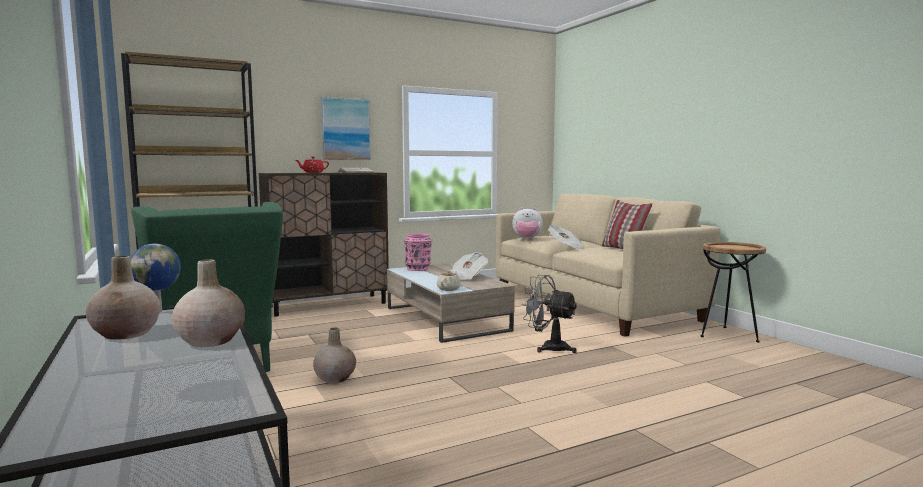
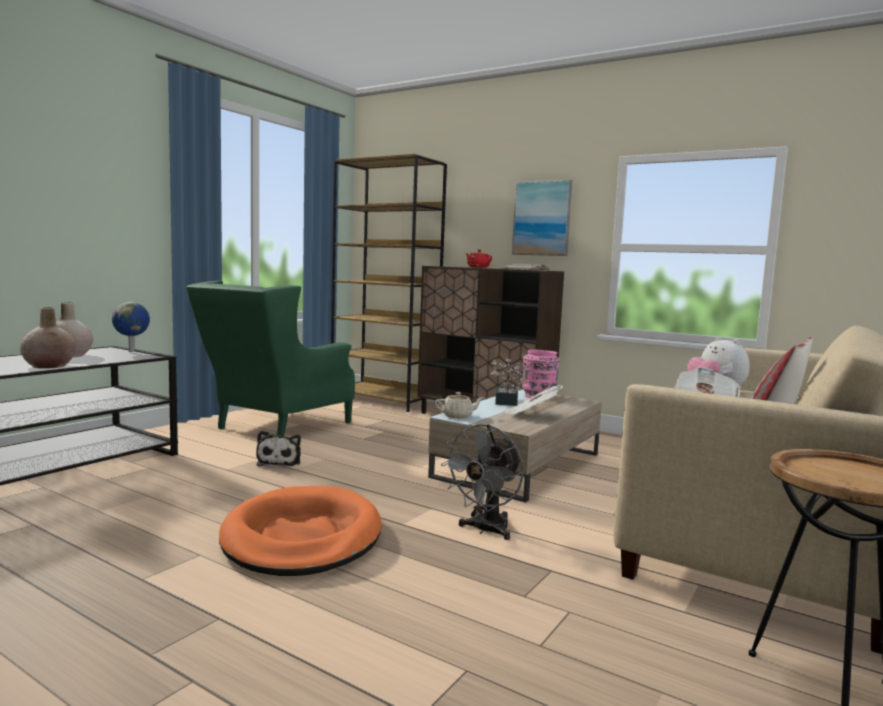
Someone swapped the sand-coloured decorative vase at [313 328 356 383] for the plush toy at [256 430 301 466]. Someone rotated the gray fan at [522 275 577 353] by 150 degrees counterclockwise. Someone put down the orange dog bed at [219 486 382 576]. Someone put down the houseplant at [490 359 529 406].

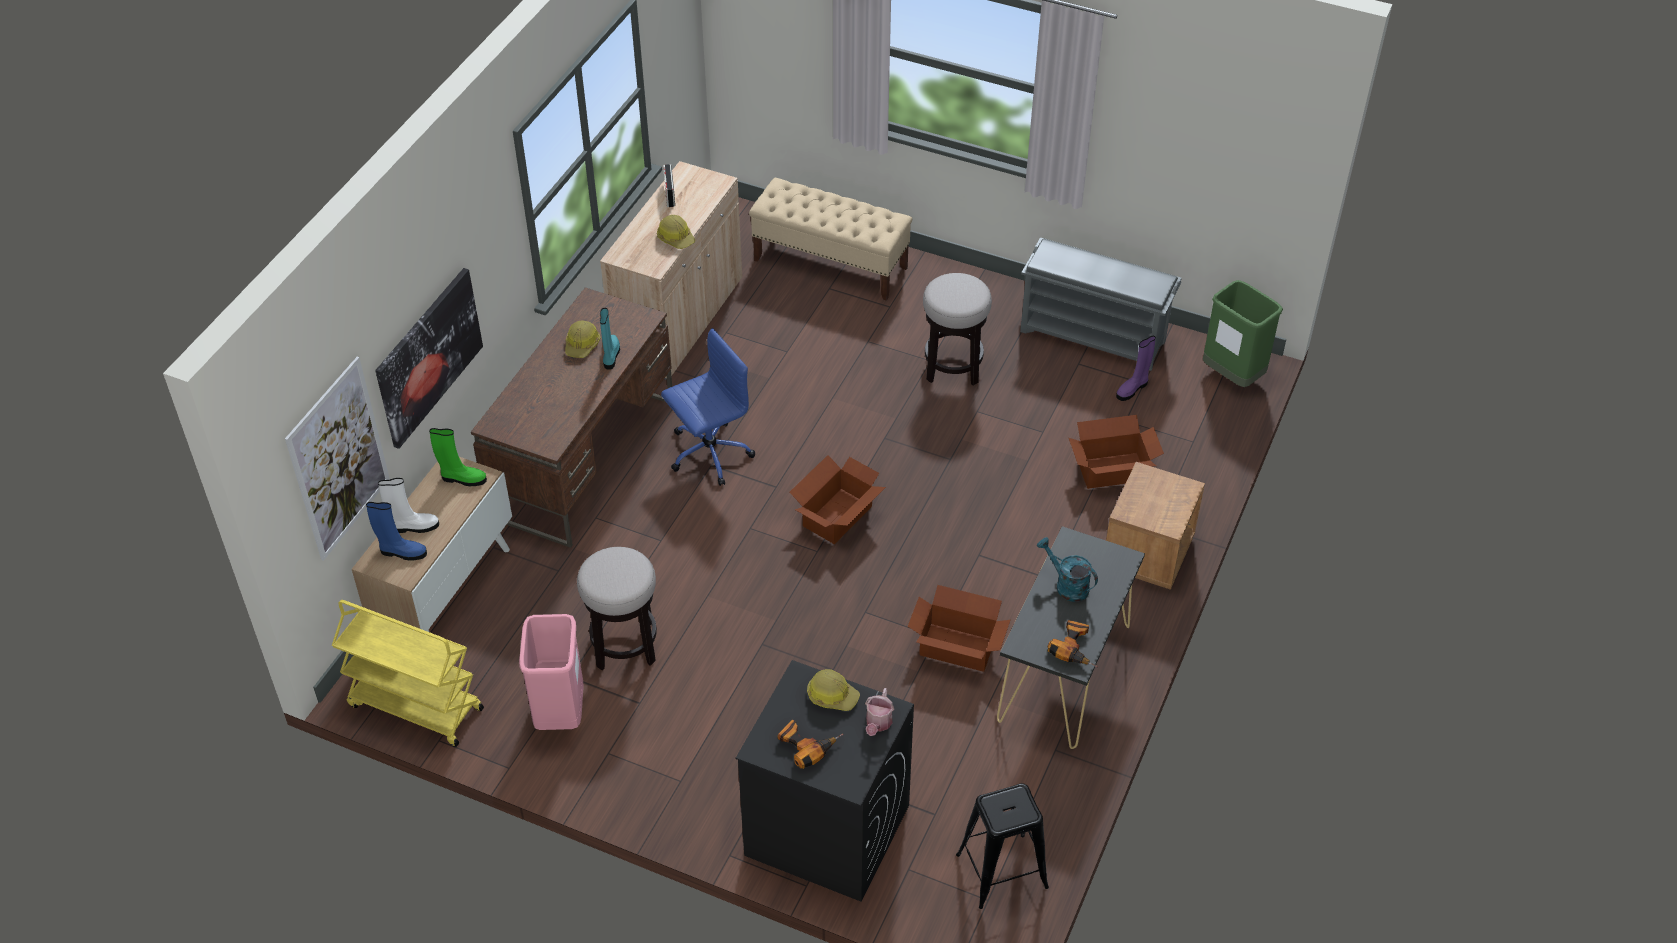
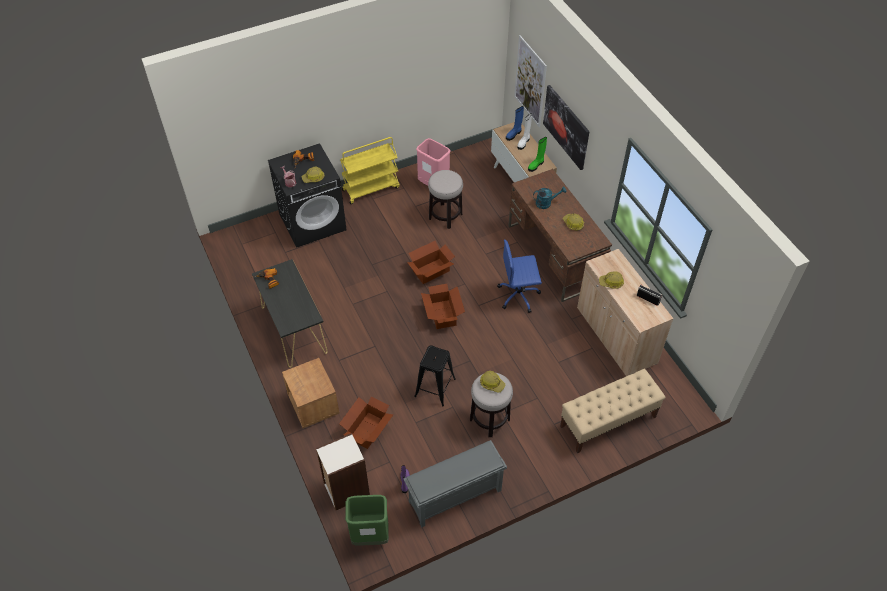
Someone carried the yellow-coloured trolley from [332 600 484 747] to [340 137 400 204]. Someone took away the blue-green high-top boot at [600 308 620 370]. Someone rotated the bluish office chair at [661 328 755 486] by 75 degrees clockwise. Someone carried the cardboard box from [908 585 1010 672] to [407 241 455 284]. Someone carried the black-coloured stool seat from [956 783 1049 909] to [414 345 456 406]. Someone carried the blue-green sprinkling can from [1037 537 1098 602] to [533 187 566 209]. Someone put down the bookcase at [316 433 370 510]. Someone put down the work helmet at [480 371 506 392].

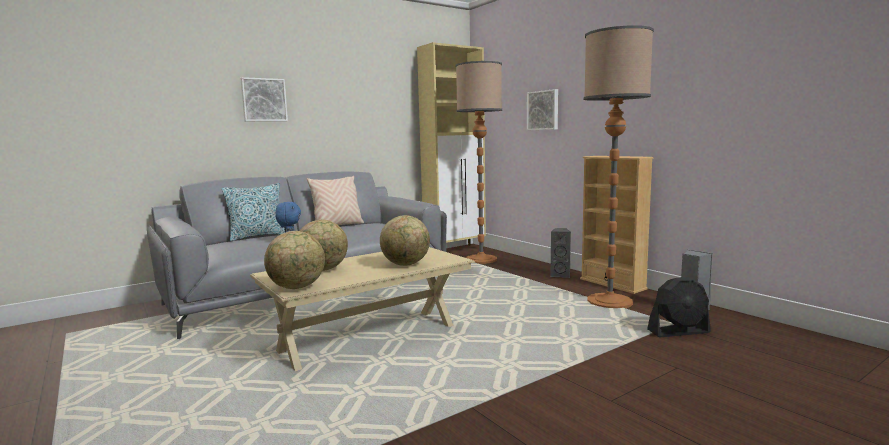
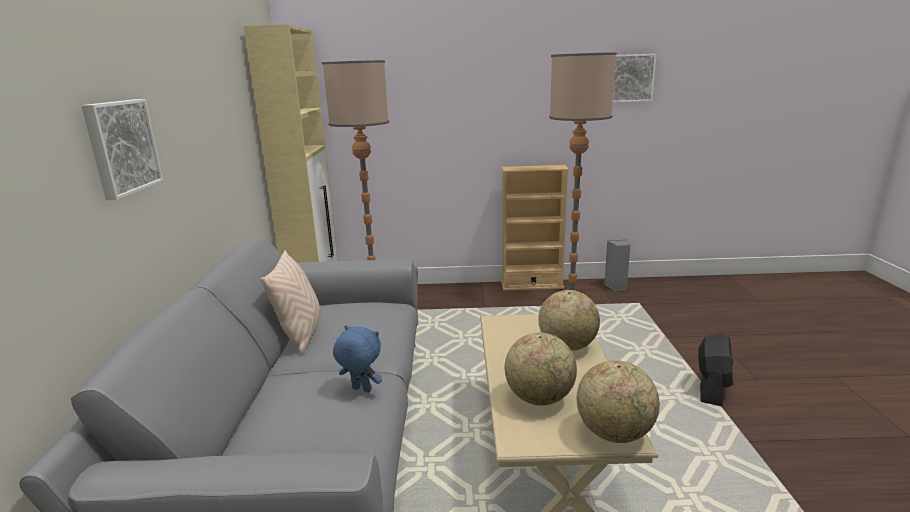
Someone took away the cushion at [222 183 285 241]. Someone carried the wall art from [527 89 558 130] to [612 54 657 103]. Someone took away the gray speaker at [550 228 571 278]. Someone carried the black-coloured fan from [647 277 711 337] to [698 333 733 407].

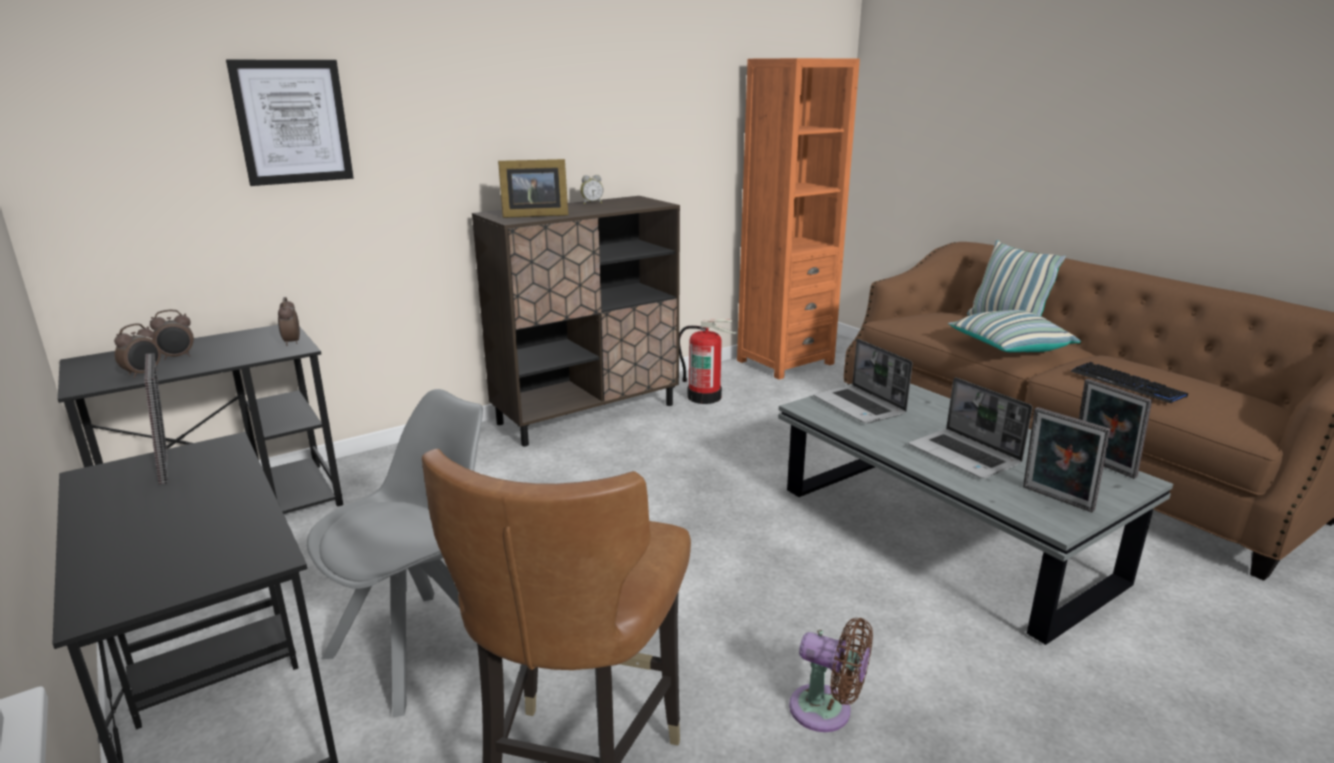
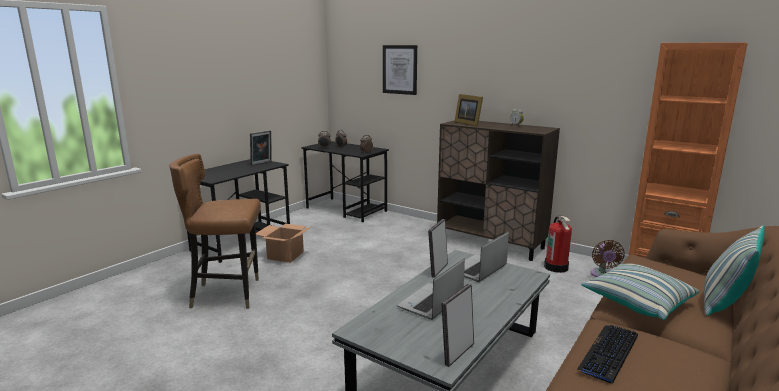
Someone swapped the gray plain chair at [307 389 483 717] for the cardboard box at [256 224 312 263]. Someone carried the brown fan from [789 618 873 732] to [590 240 625 277]. Someone carried the picture frame from [1023 407 1111 512] to [428 219 448 278].

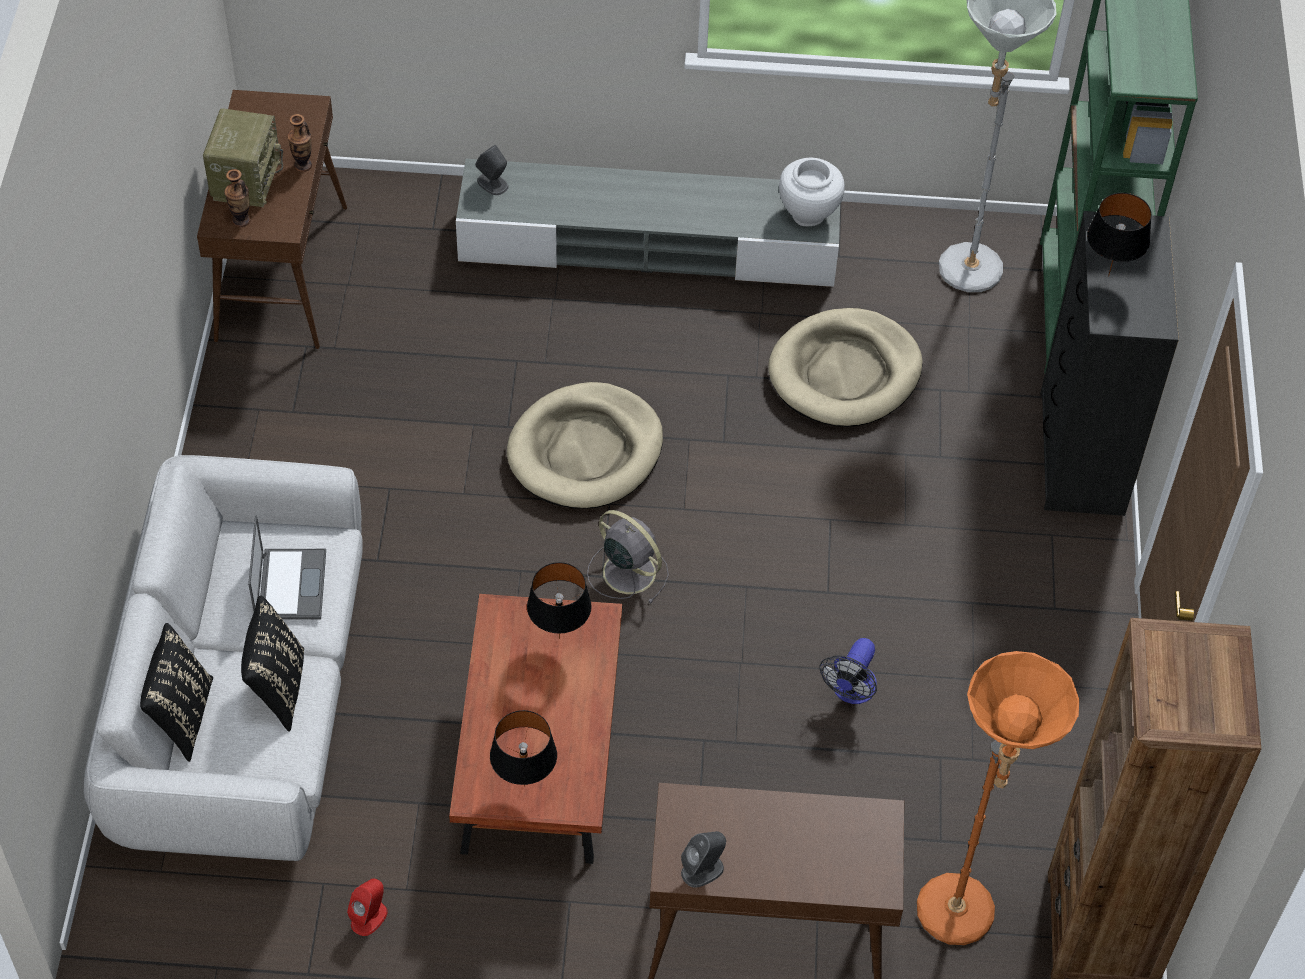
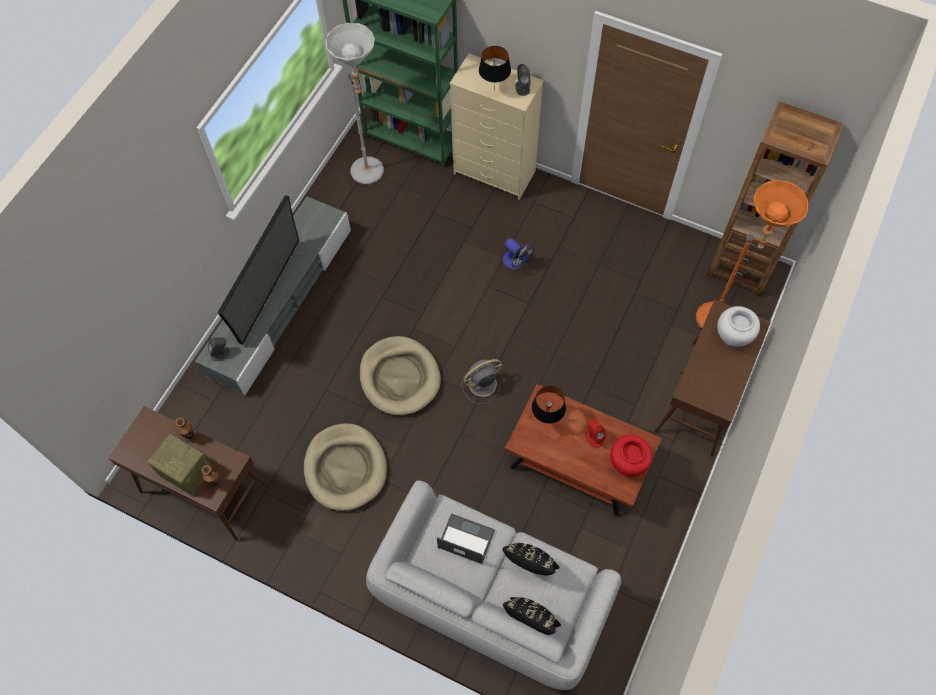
Someone carried the red speaker from [347 879 388 936] to [585 420 606 448]. Someone swapped the black-coloured lamp for a table at [490 710 557 786] for the red decorative vase at [610 435 653 477]. Someone carried the gray speaker from [681 831 726 888] to [515 64 531 96]. Someone carried the sand-coloured dog bed from [768 308 923 427] to [304 423 387 511]. Someone carried the white-coloured decorative vase from [779 158 845 226] to [717 306 760 347]. Someone carried the fan from [819 638 877 704] to [503 238 534 269]. Someone repainted the black-coloured drawer chest at [1040 211 1179 516], which became the sand-coloured drawer chest at [449 53 544 200]. Someone put down the television at [218 195 305 345].

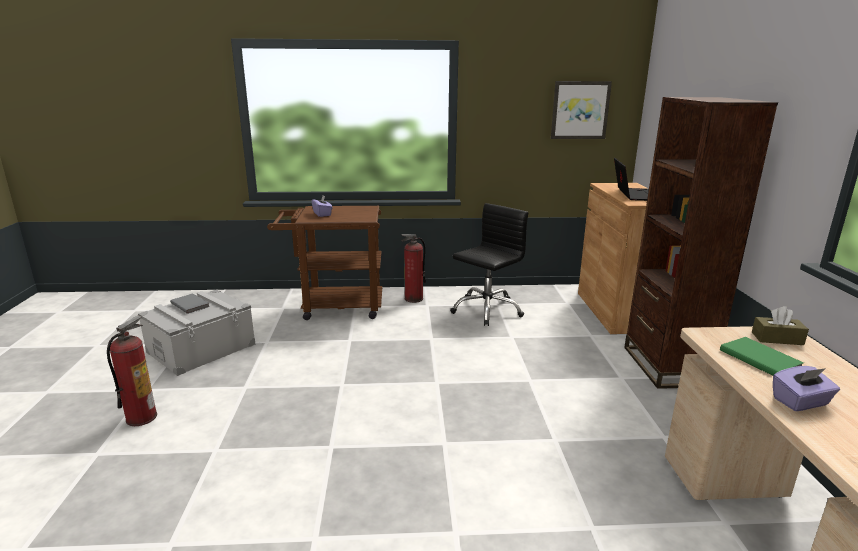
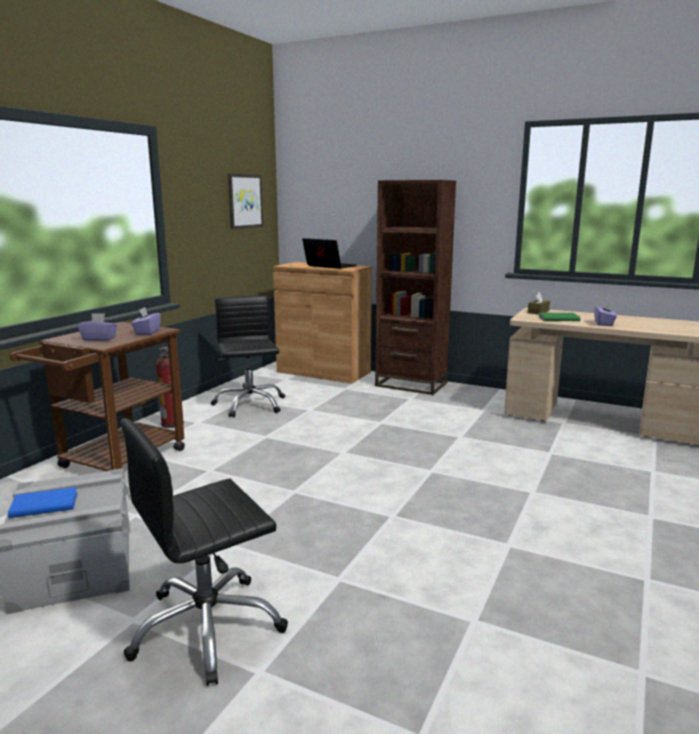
Someone swapped the extinguisher at [107 316 157 426] for the black-coloured office chair at [120 418 288 686]. Someone repainted the gray bound book at [170 294 209 314], which became the bluish bound book at [8 487 78 518]. Someone put down the purple-coloured tissue box at [131 307 161 335].

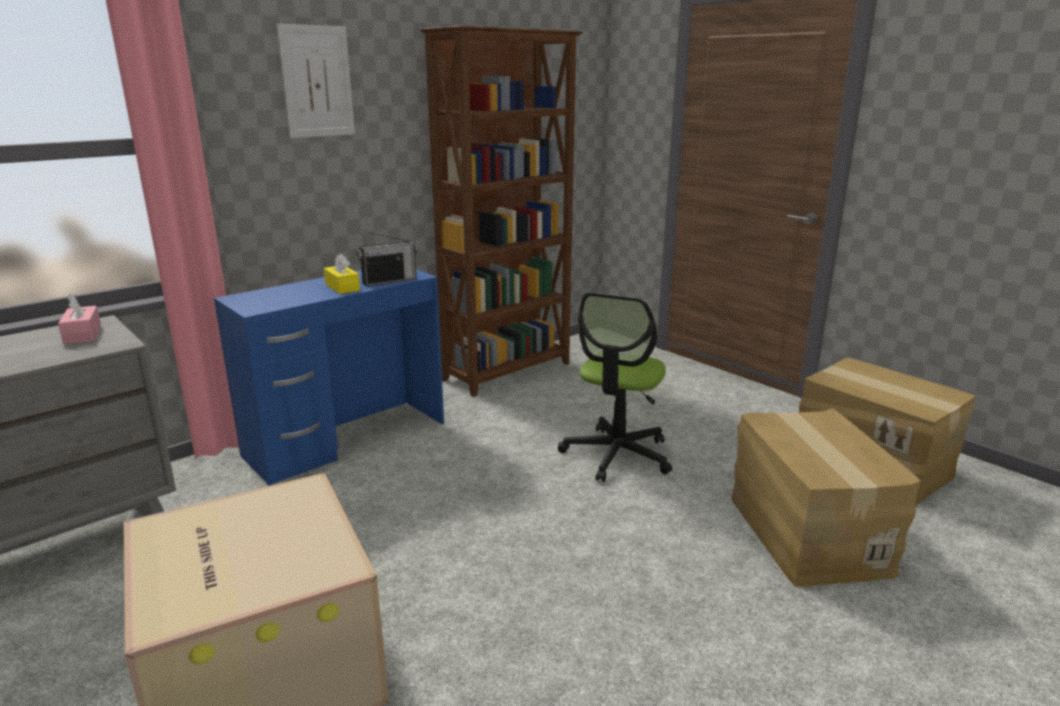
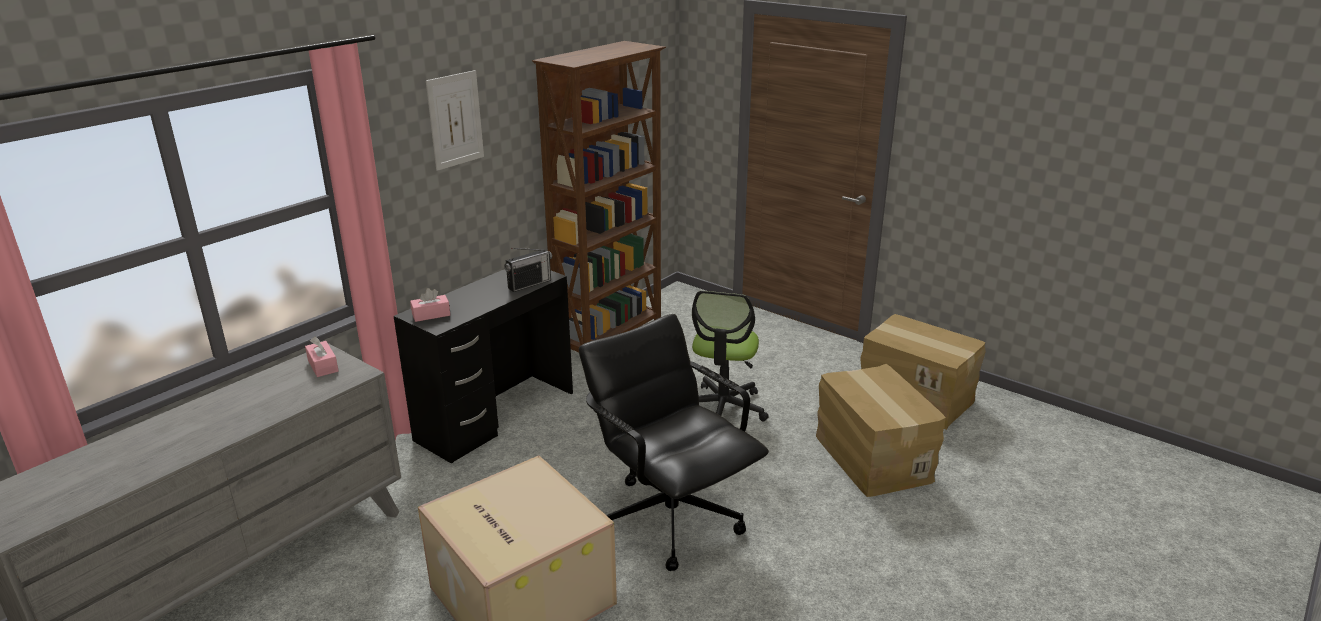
Someone repainted the bluish desk unit at [214 270 444 485], which became the black-coloured desk unit at [394 269 573 464]. Someone took away the yellow-coloured tissue box at [324 254 360 294]. Someone put down the pink tissue box at [410 288 450 322]. Someone put down the black-coloured office chair at [579 314 769 571].

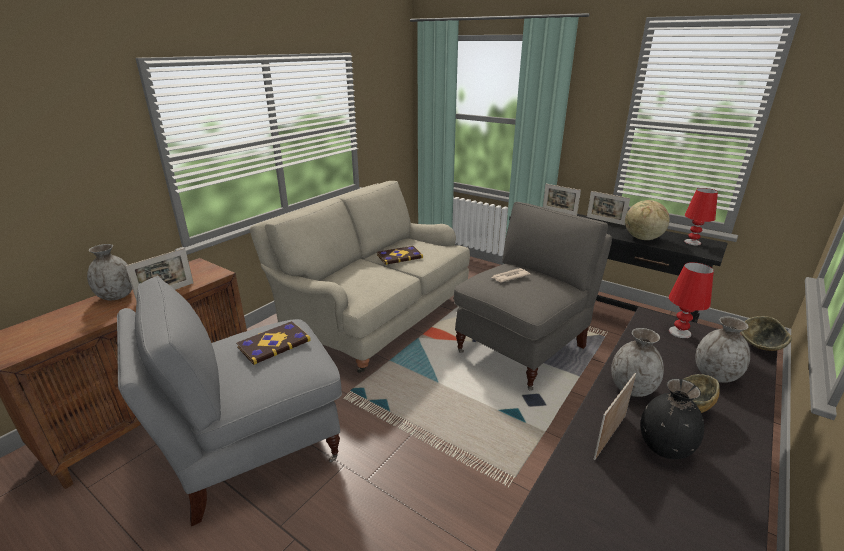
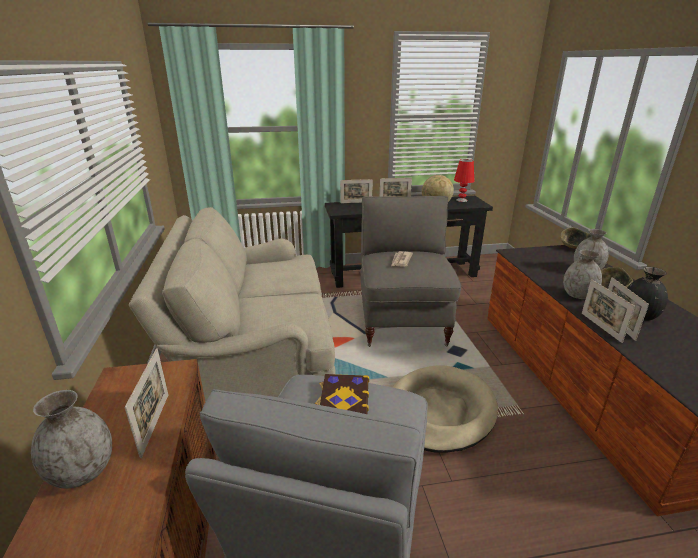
Someone took away the bound book at [377 246 423 265]. Someone took away the red lamp for a table at [669 262 714 338]. Someone put down the sand-coloured dog bed at [393 365 498 453]. Someone put down the picture frame at [582 279 635 343].

